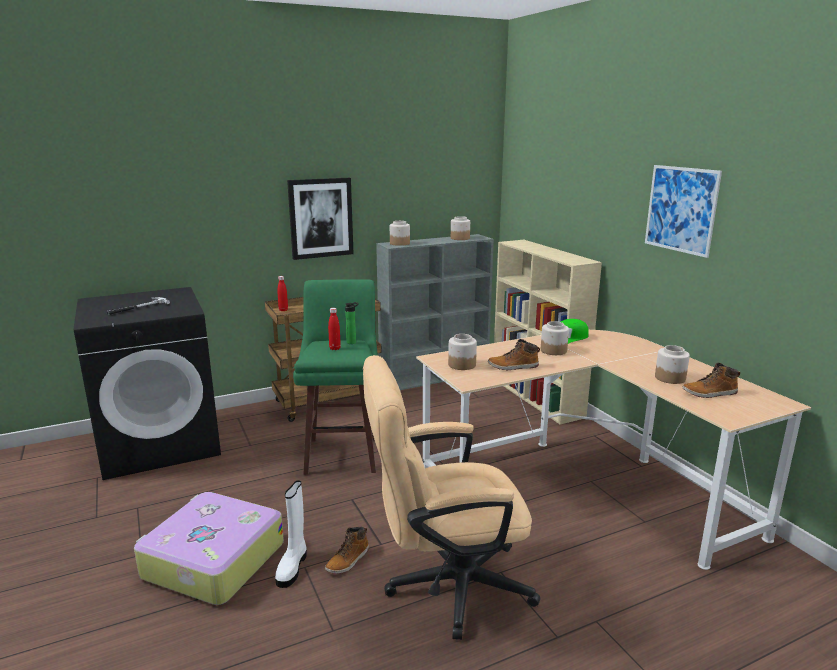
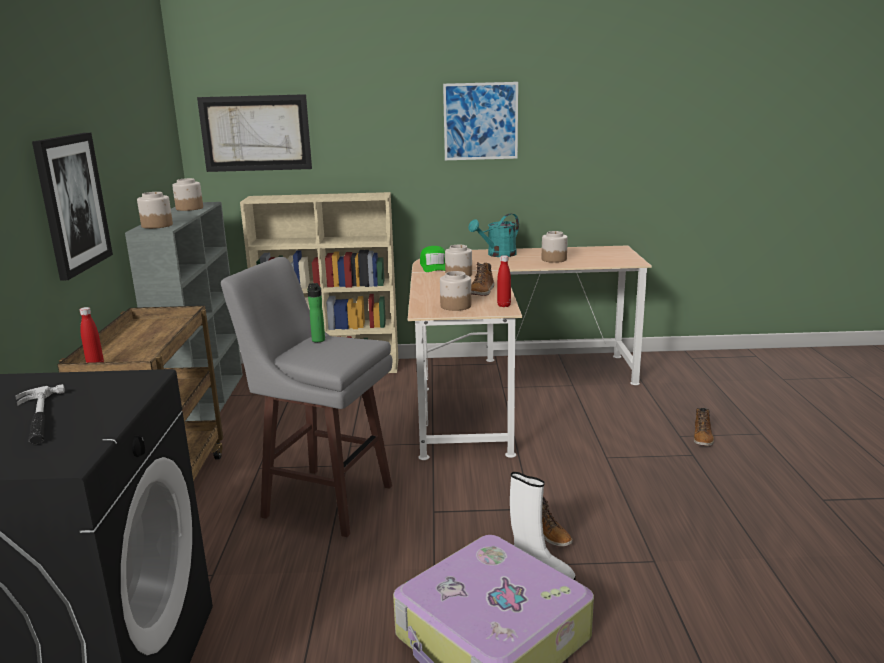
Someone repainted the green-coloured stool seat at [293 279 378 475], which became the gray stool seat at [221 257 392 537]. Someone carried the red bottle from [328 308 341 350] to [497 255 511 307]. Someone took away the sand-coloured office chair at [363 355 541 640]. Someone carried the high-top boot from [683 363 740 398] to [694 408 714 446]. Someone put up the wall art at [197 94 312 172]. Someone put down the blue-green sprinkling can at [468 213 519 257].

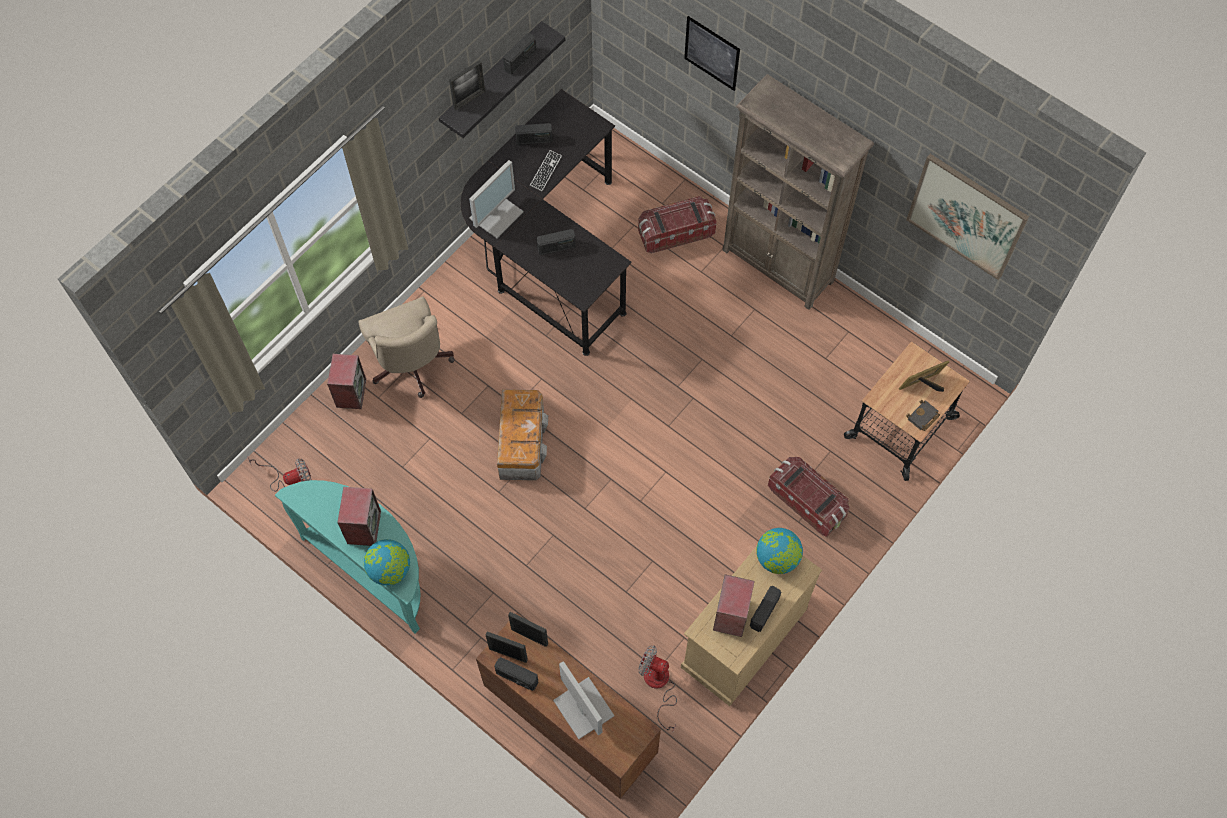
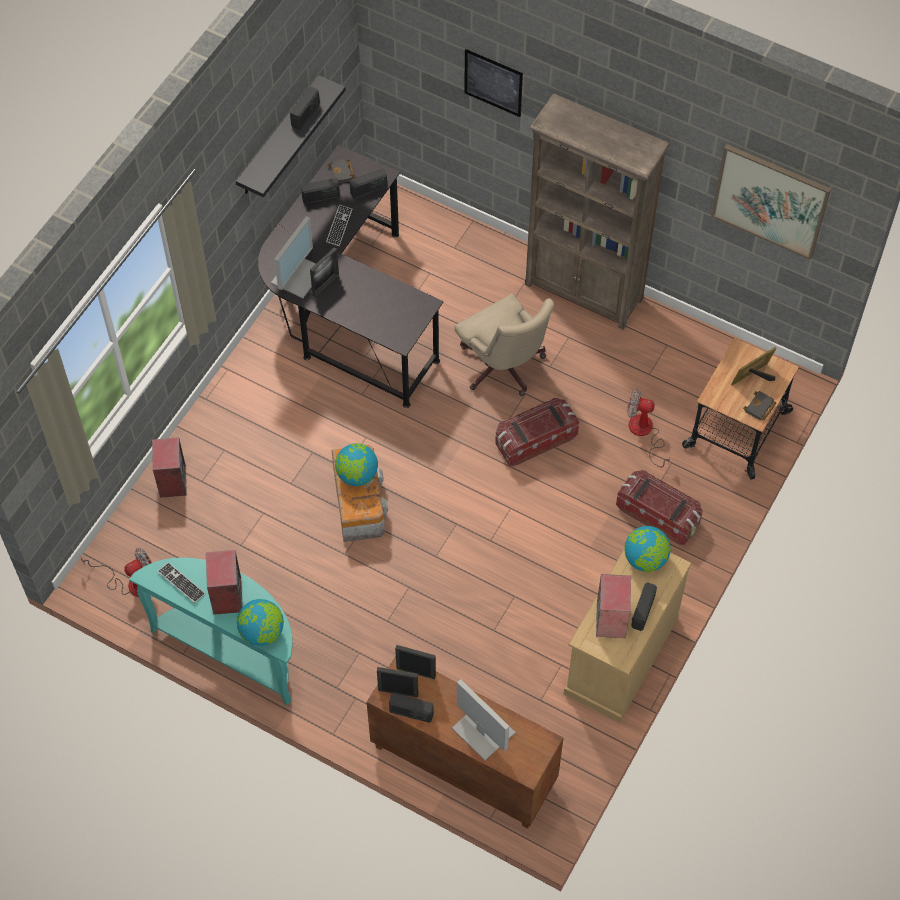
Someone carried the sand-coloured office chair from [358 297 455 398] to [455 293 554 396]. Someone carried the picture frame from [449 60 485 110] to [310 247 339 297]. Someone carried the radio receiver from [537 229 576 255] to [350 169 387 199]. Someone carried the storage box from [638 196 717 254] to [495 398 579 467]. Someone carried the fan from [639 645 677 731] to [627 388 671 467]. Someone put down the computer keyboard at [157 562 206 603]. Someone put down the black-coloured bound book at [328 159 355 183]. Someone put down the desk globe at [335 443 378 486].

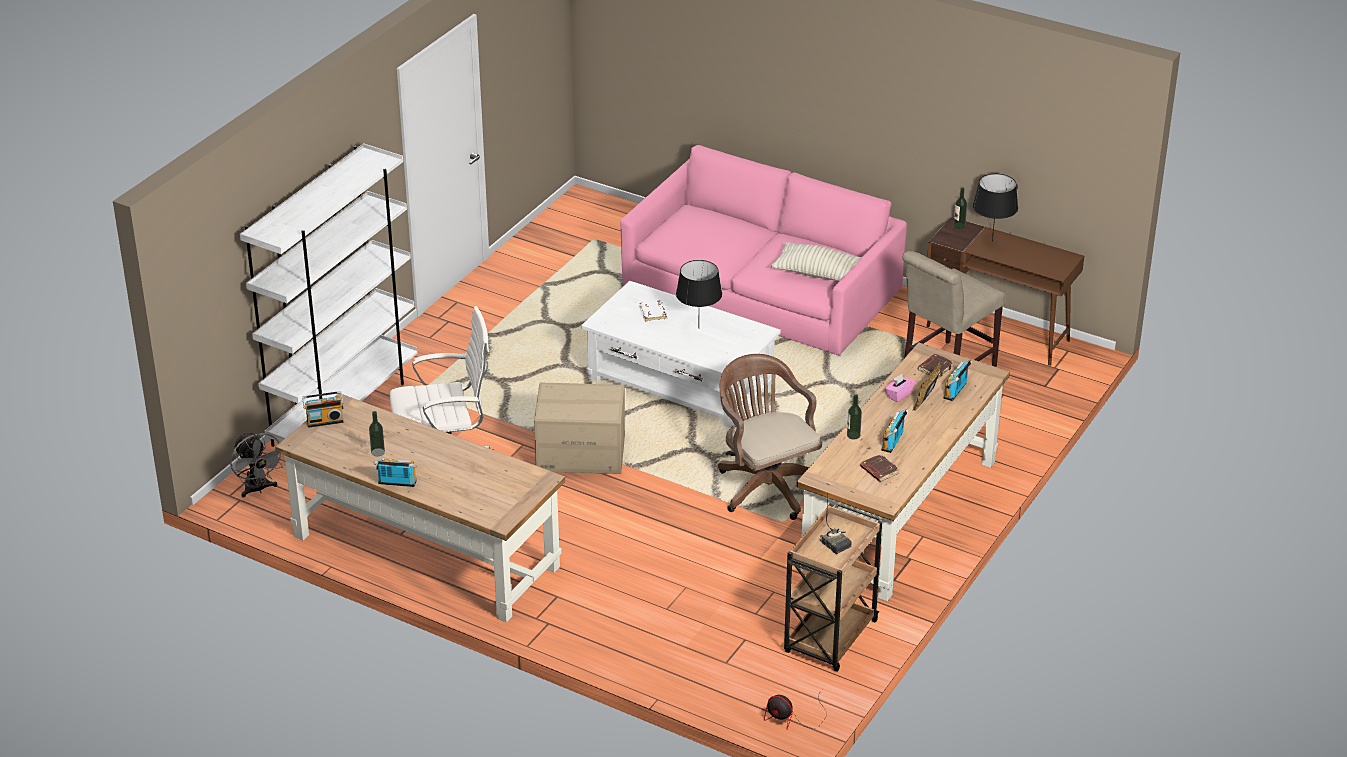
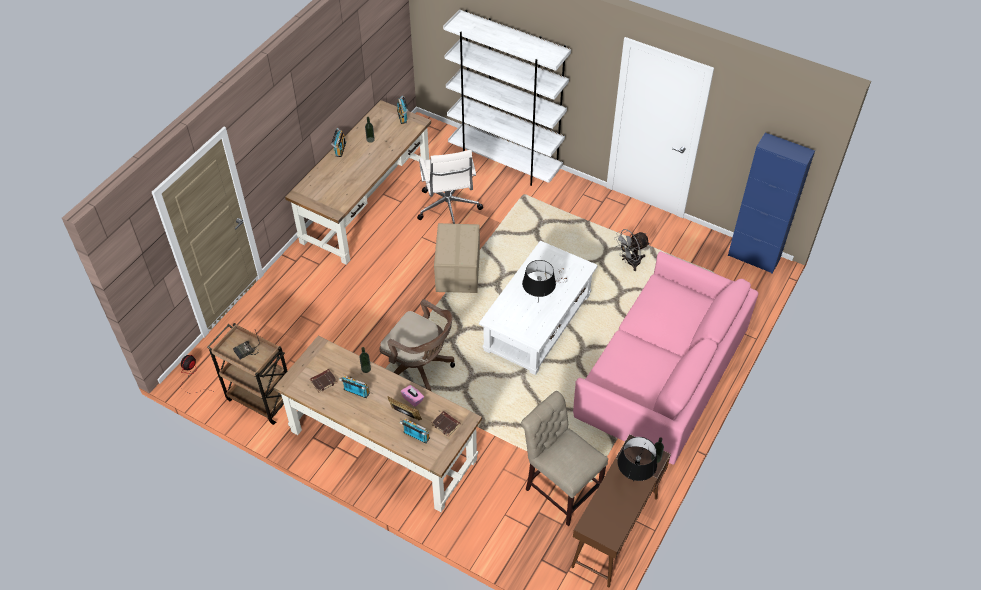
Someone carried the gray fan from [230 432 283 498] to [614 229 650 271]. Someone rotated the brown office chair at [718 354 822 520] by 60 degrees clockwise. Someone took away the cushion at [770 242 862 281]. Someone put down the bluish cabinet at [728 133 815 274].

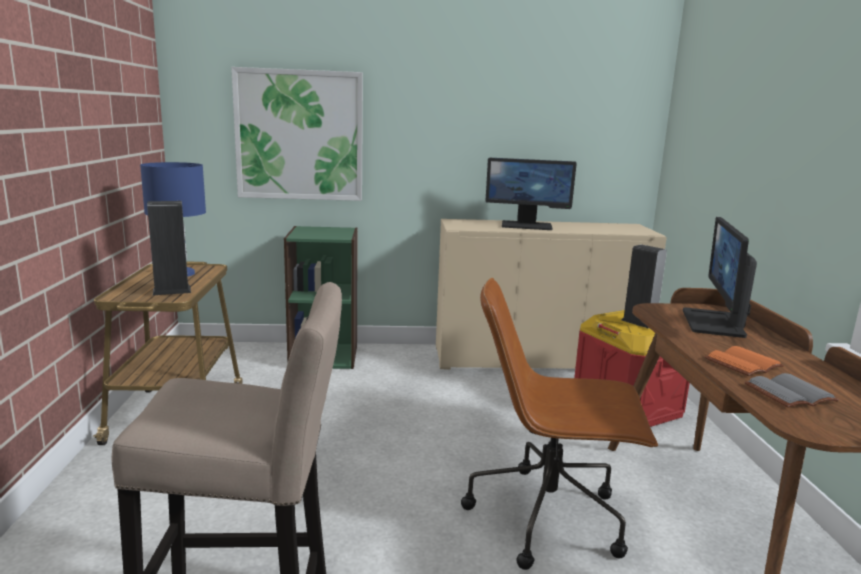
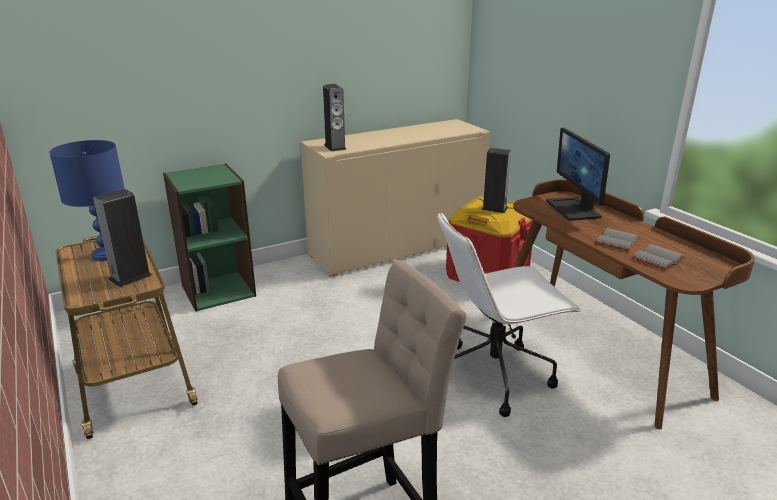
Someone took away the wall art at [231 67 363 201]. Someone repainted the brown office chair at [461 278 658 570], which became the white-coloured office chair at [438 213 581 417]. Someone took away the computer display at [486 158 577 230]. Someone repainted the orange bound book at [704 346 784 376], which became the gray bound book at [595 228 640 251]. Someone put down the speaker at [323 84 347 151].

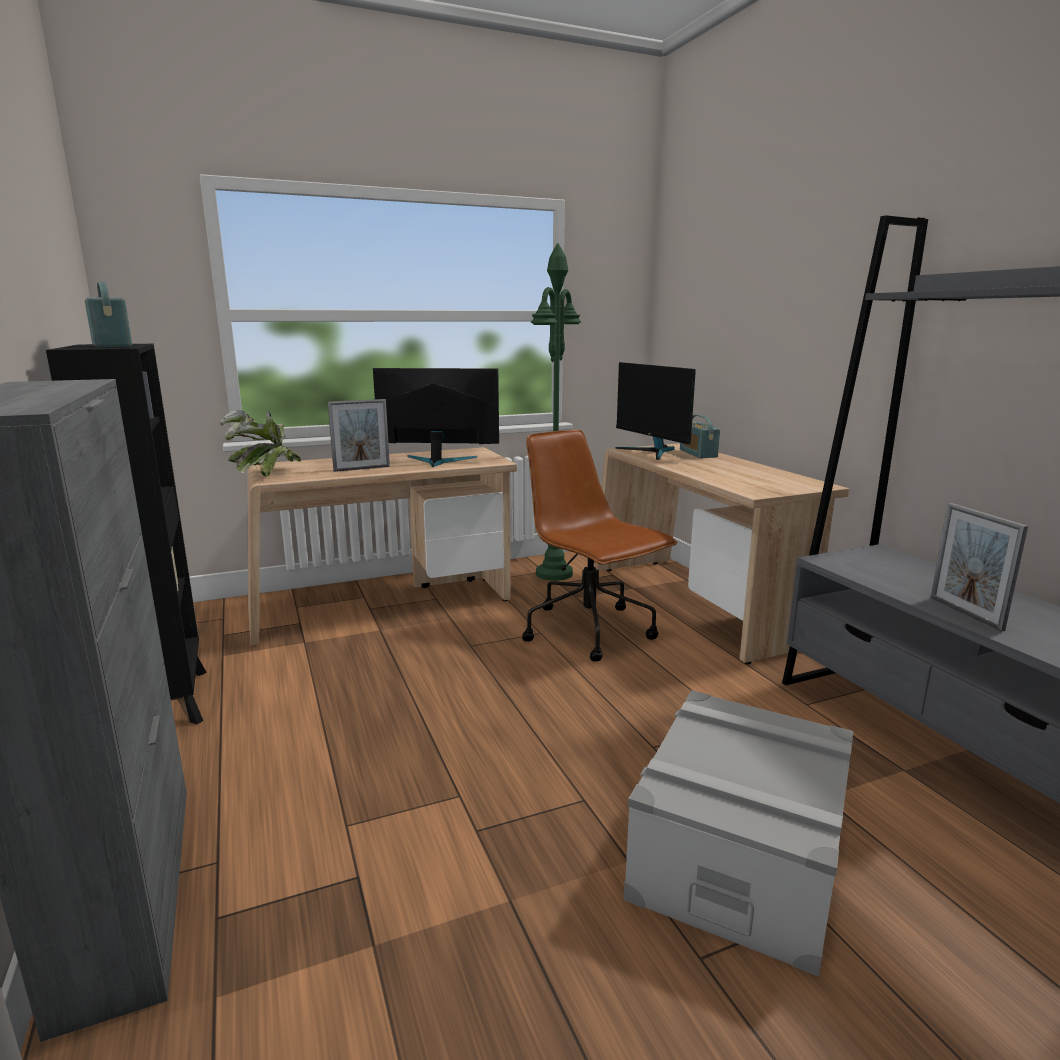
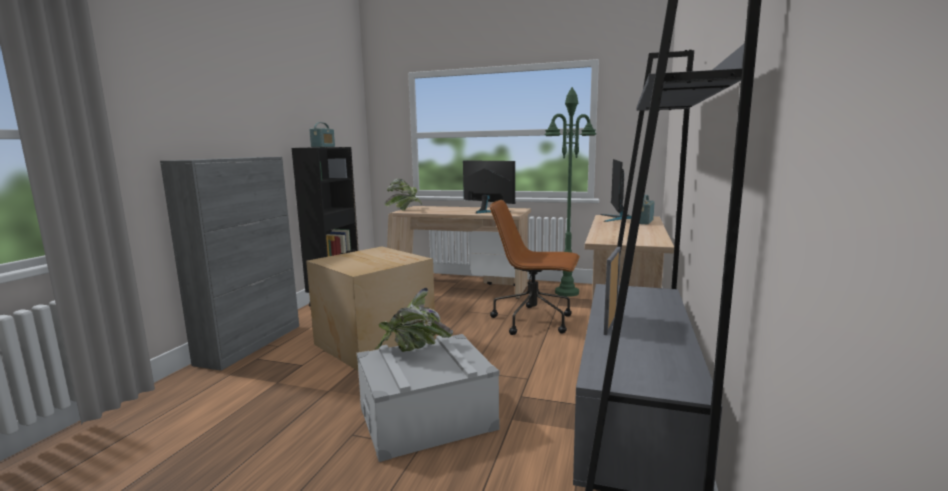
Someone took away the picture frame at [328 399 390 472]. Someone rotated the brown office chair at [522 429 678 662] by 75 degrees counterclockwise. Someone put down the cardboard box at [306 247 436 371]. Someone put down the houseplant at [375 288 453 352].

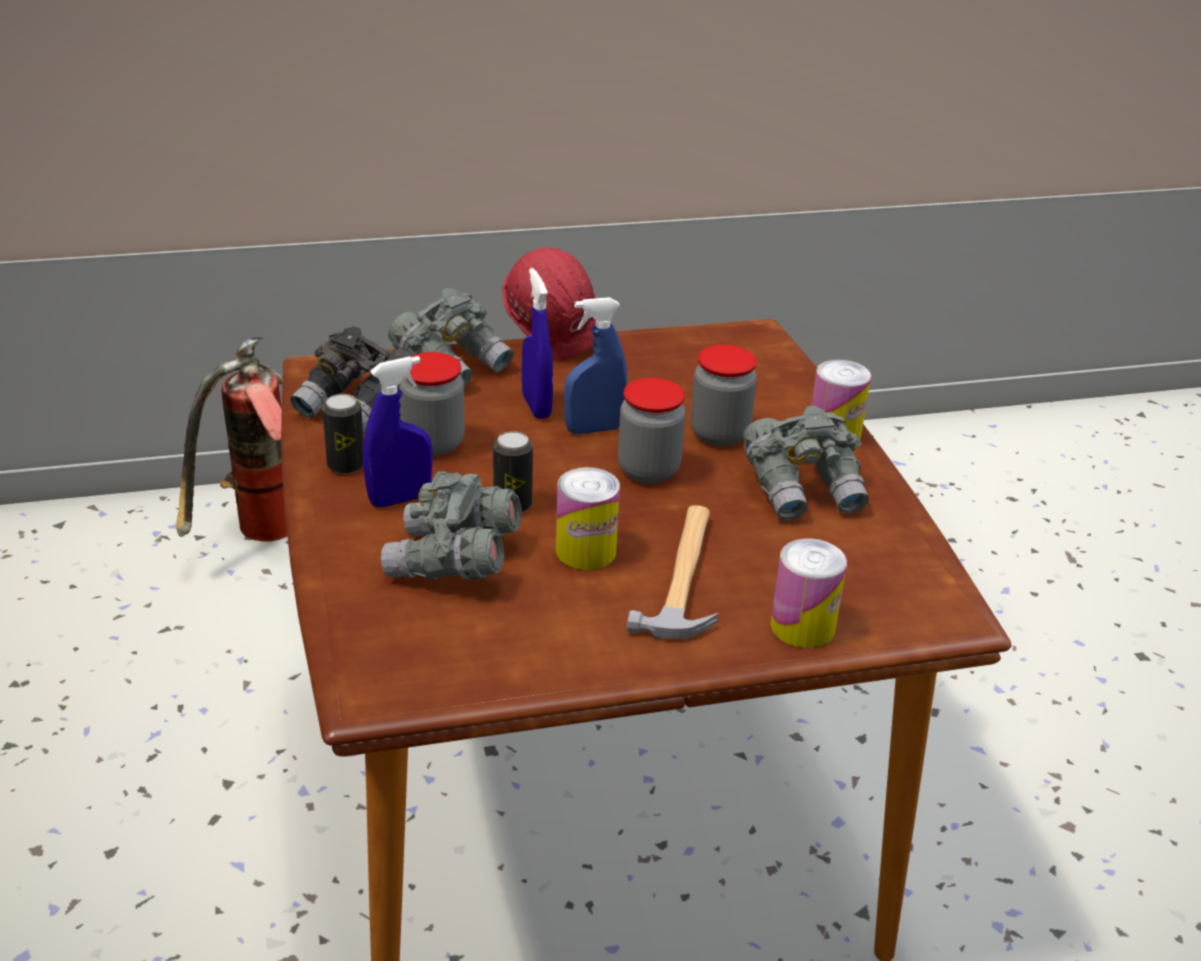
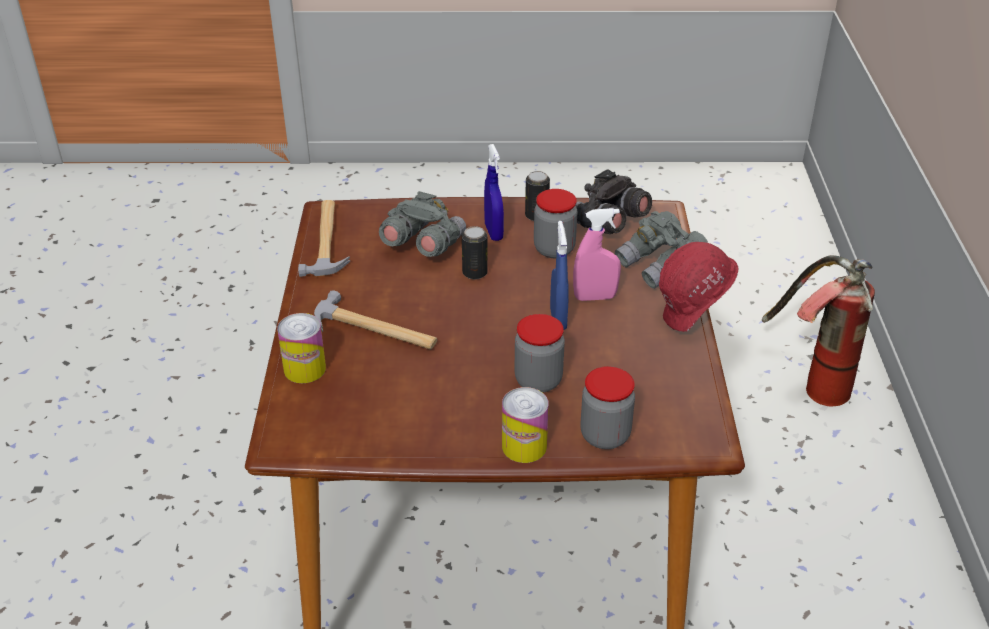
Someone repainted the bluish spray bottle at [522 268 553 419], which became the pink spray bottle at [573 208 621 301]. Someone took away the sealed can at [556 467 620 570]. Someone carried the preserve jar from [618 378 686 484] to [580 366 635 449]. Someone took away the gray binoculars at [743 406 869 520]. Someone put down the tool hammer at [298 200 350 277].

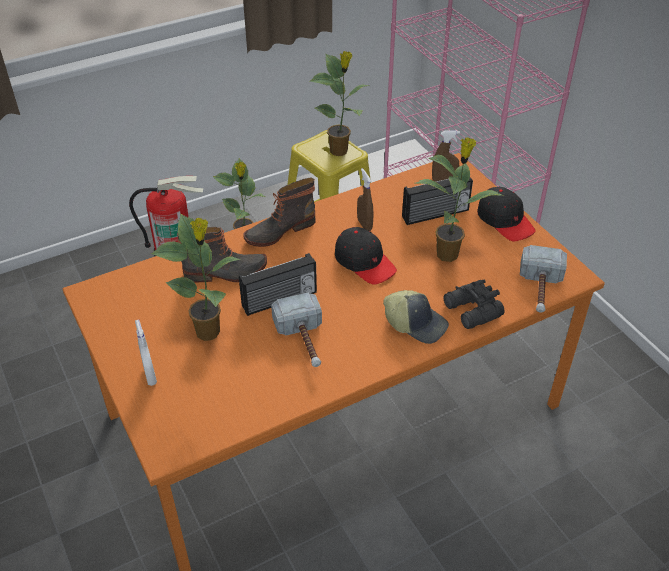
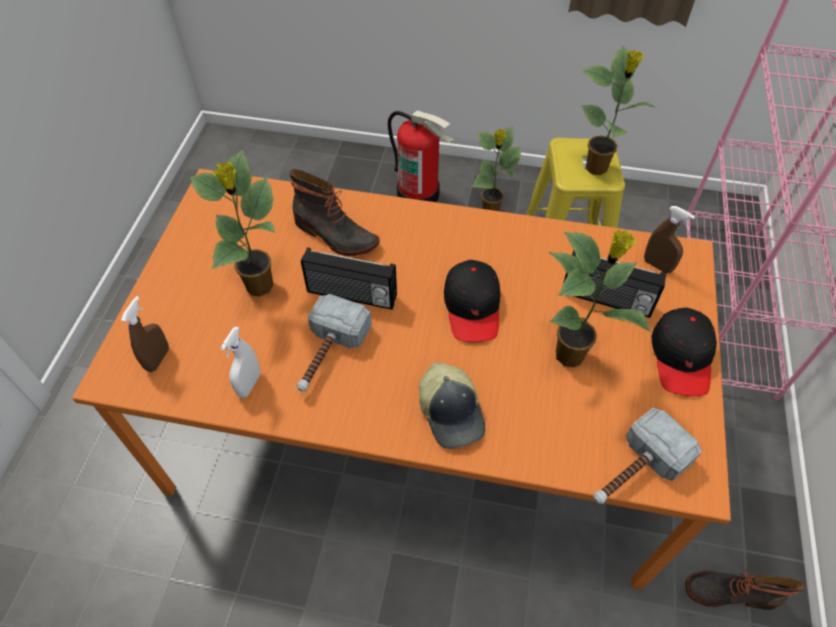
Someone carried the white-coloured spray bottle from [135 320 157 386] to [220 327 261 398]. Someone carried the high-top boot from [243 178 316 247] to [686 568 805 610]. Someone carried the brown spray bottle from [357 168 373 231] to [121 296 169 372]. Someone took away the black-coloured binoculars at [443 280 505 329].

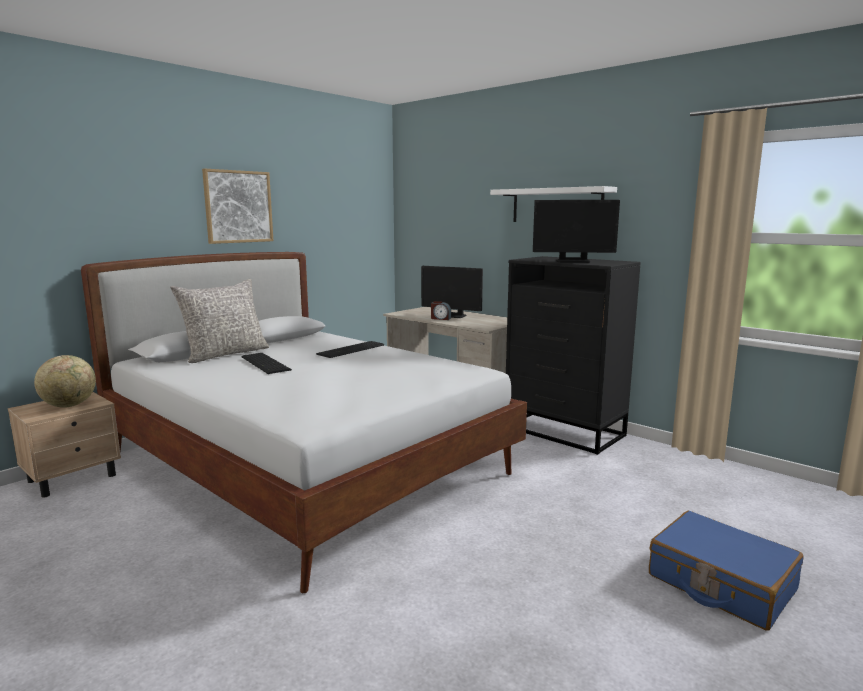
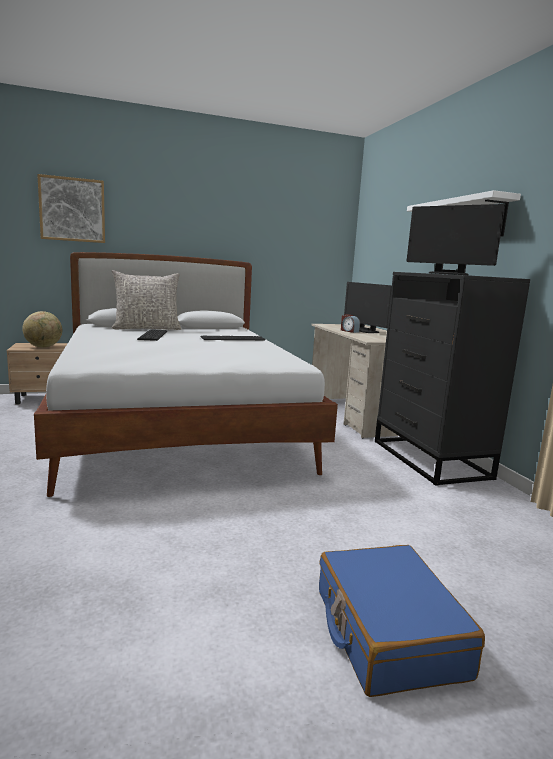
Someone carried the wall art from [202 169 273 244] to [37 174 105 243].

